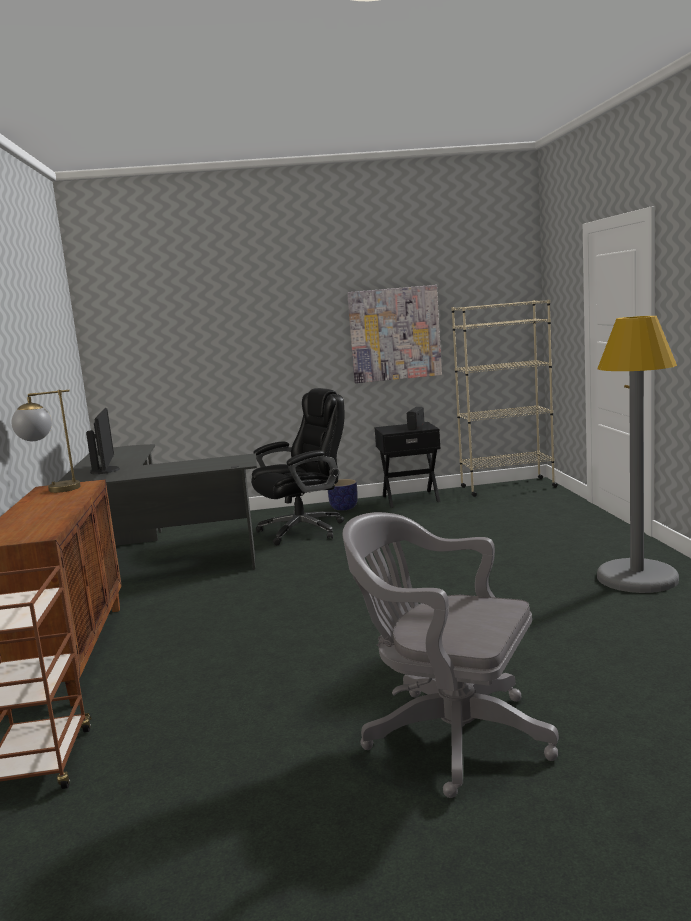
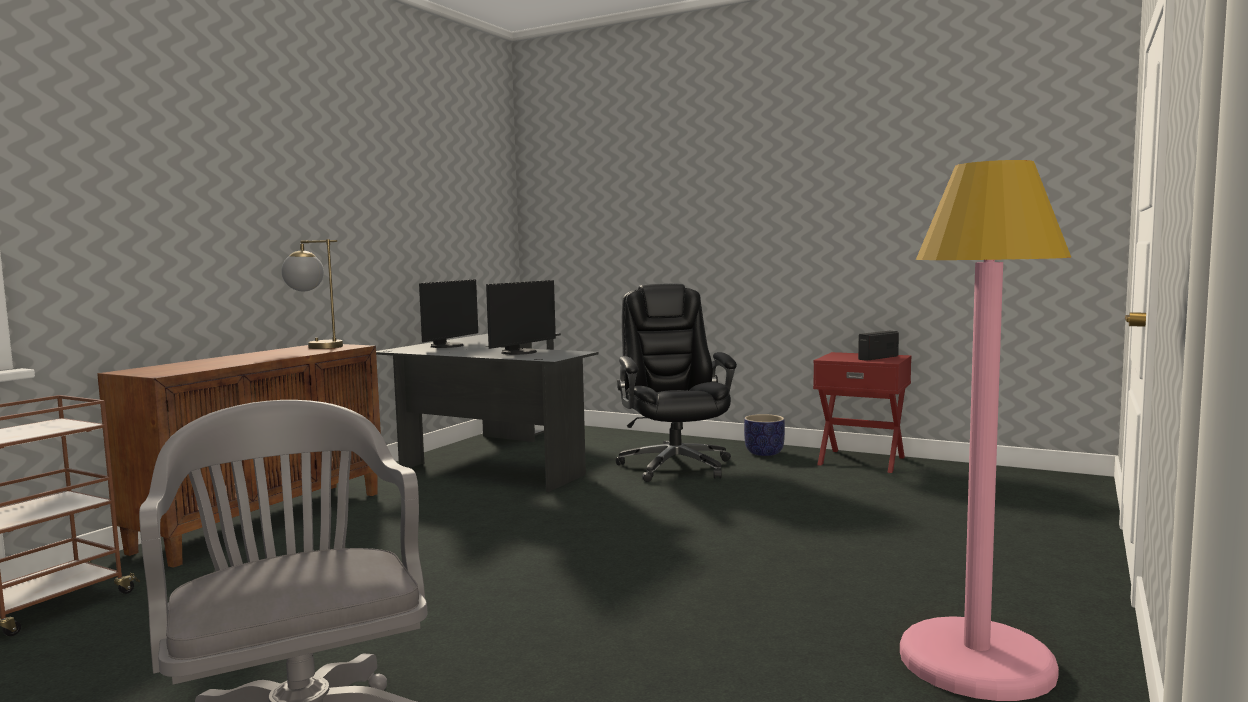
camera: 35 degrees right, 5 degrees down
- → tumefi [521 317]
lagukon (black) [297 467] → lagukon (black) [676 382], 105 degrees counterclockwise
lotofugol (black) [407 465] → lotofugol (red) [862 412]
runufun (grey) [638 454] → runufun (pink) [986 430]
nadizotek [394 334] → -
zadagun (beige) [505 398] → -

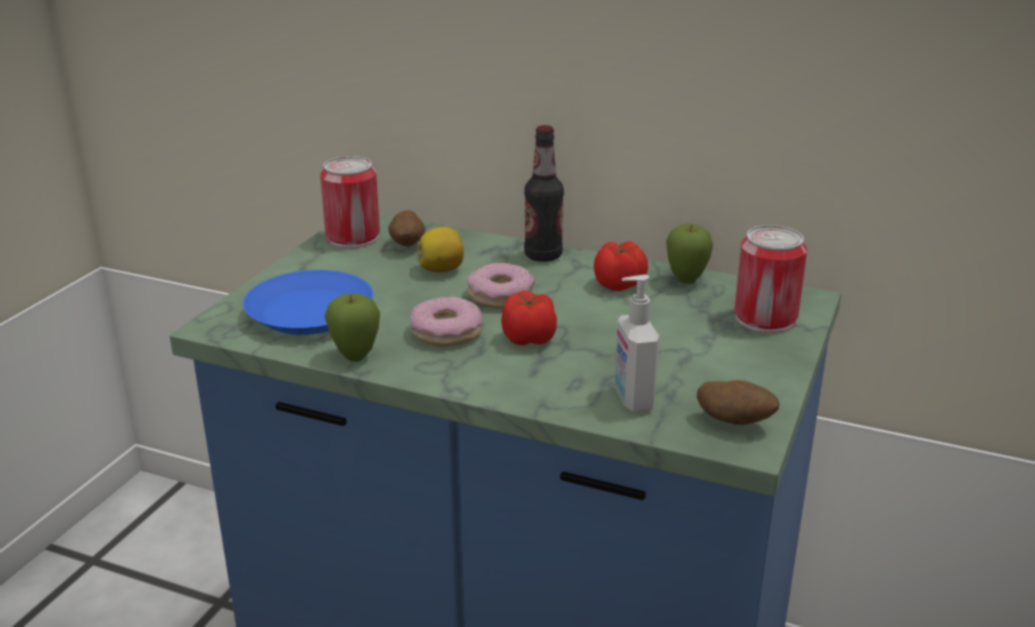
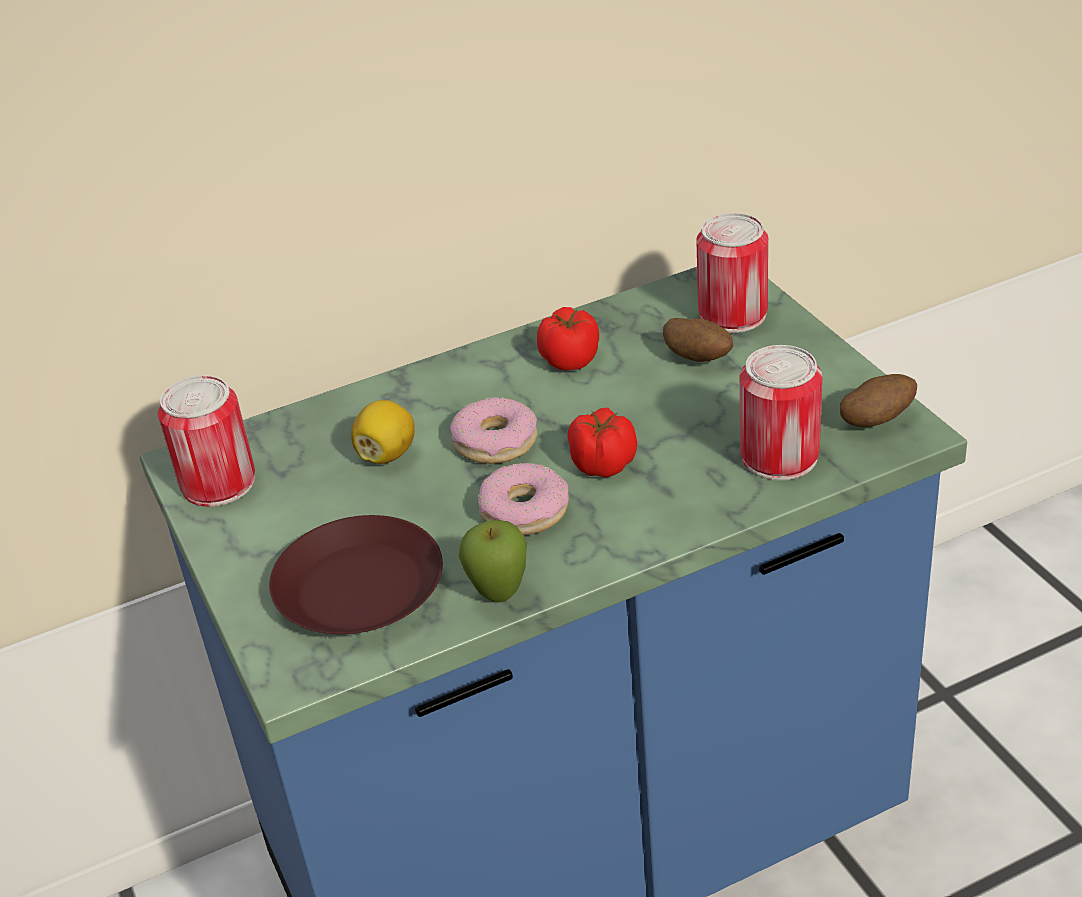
camera: 45 degrees left, 10 degrees up
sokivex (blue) [308 302] → sokivex (brown) [356 574]
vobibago [406 228] → vobibago [698 340], shifted
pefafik [637 343] → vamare [781 412]
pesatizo [544 193] → -
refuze [689 254] → -

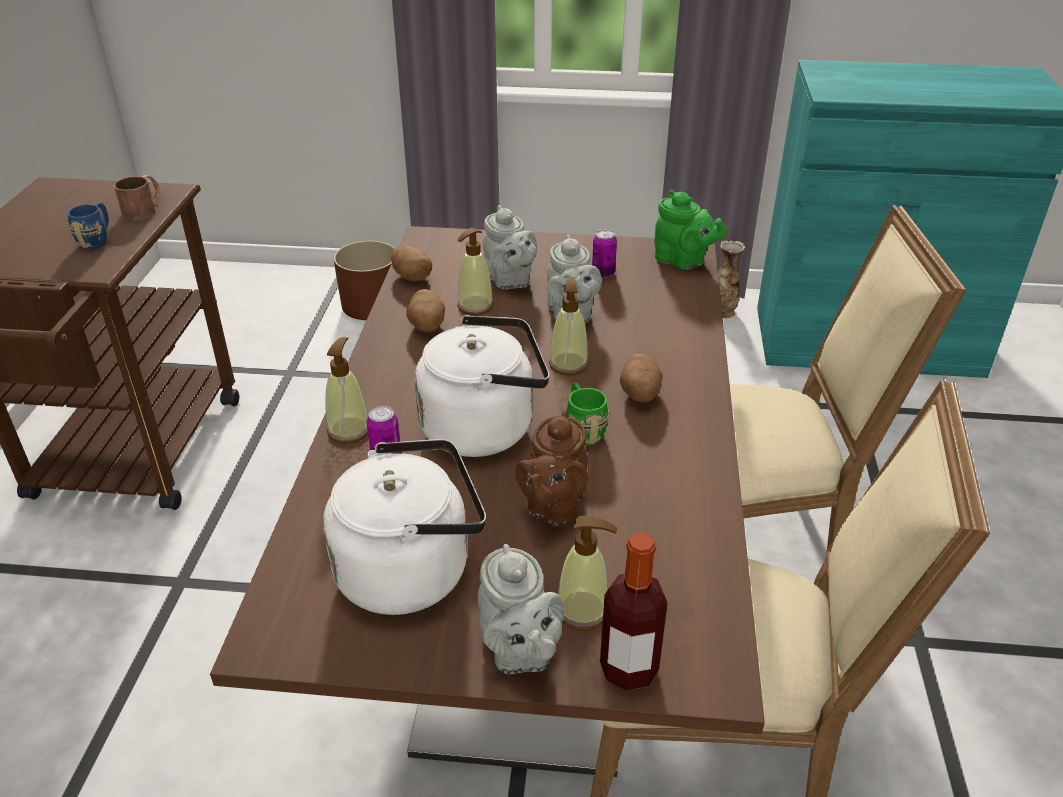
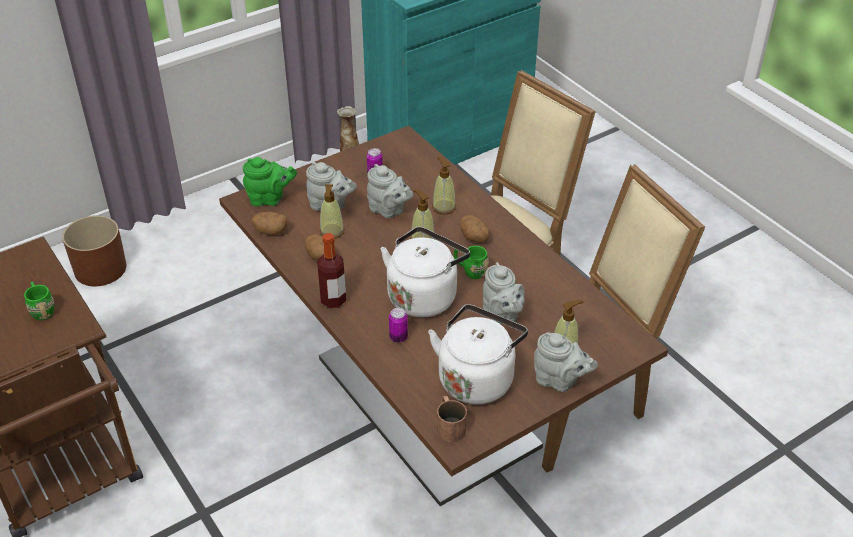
camera: 40 degrees left, 5 degrees up
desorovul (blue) [88 226] → desorovul (green) [39 301]
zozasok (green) [690 230] → zozasok (green) [270 181], shifted
pesatizo [634 611] → pesatizo [331 270], shifted
pefafik [346 390] → pefafik [444 186], shifted
desorovul (brown) [137 197] → desorovul (brown) [452 418], shifted
zozasok (brown) [552 469] → zozasok (grey) [504 293]

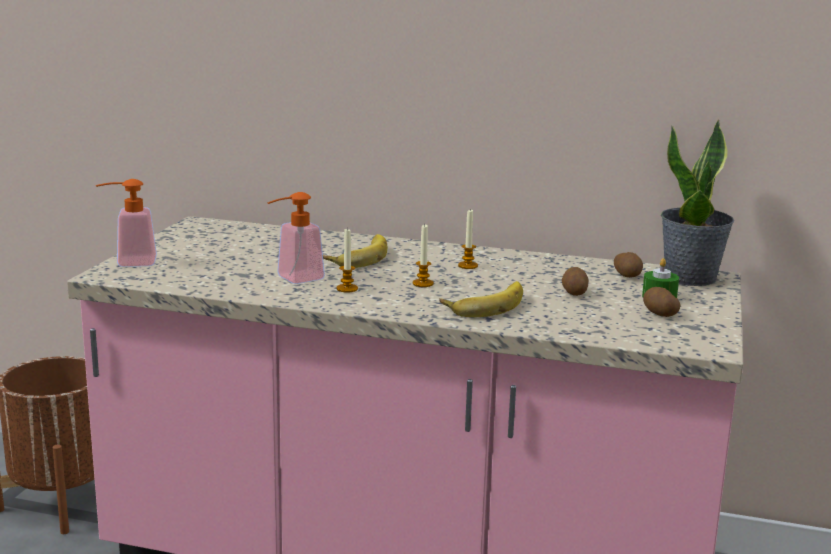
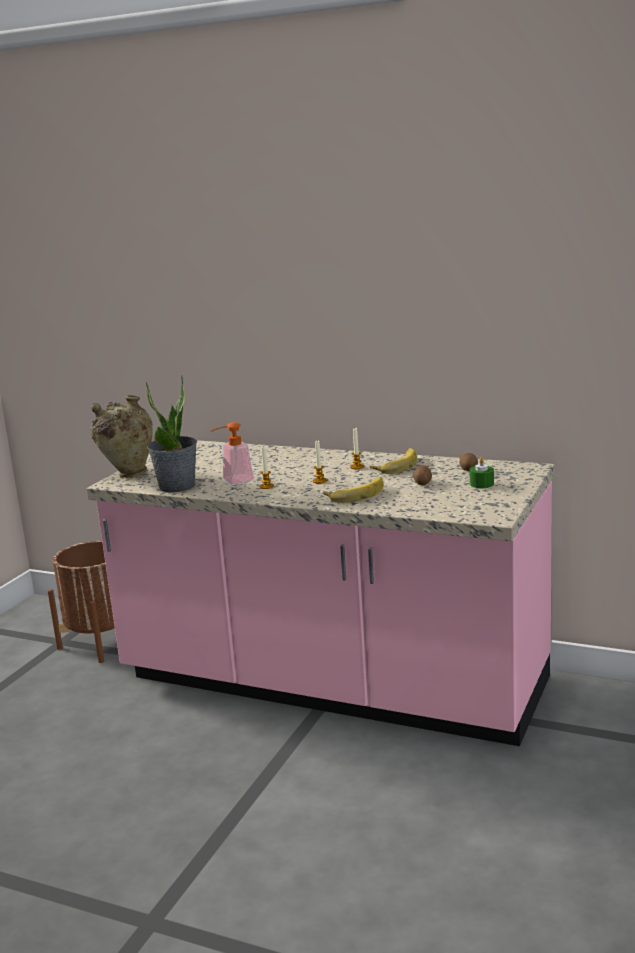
camera: 10 degrees right, 0 degrees up
pefafik [126 223] → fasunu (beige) [121 436]
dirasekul [697 202] → dirasekul [171 433], shifted
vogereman [355 251] → vogereman [393 461], shifted
vobibago [661 302] → -

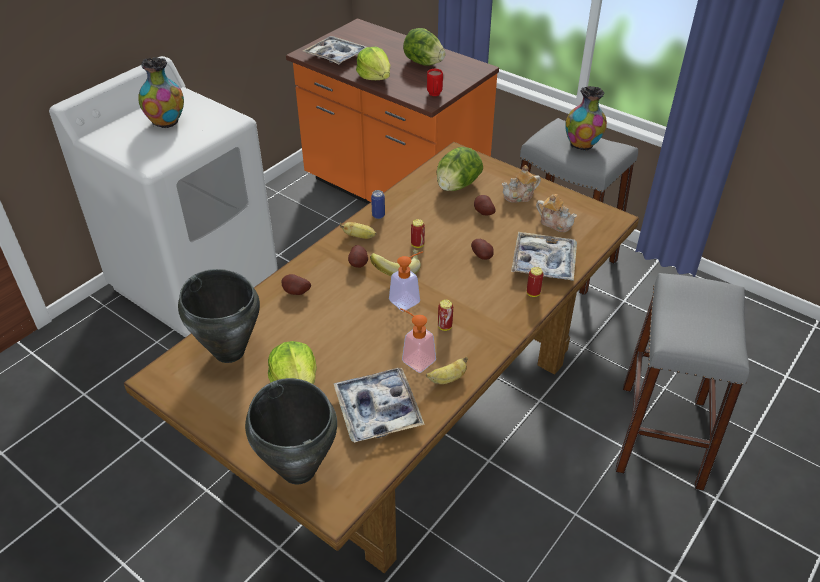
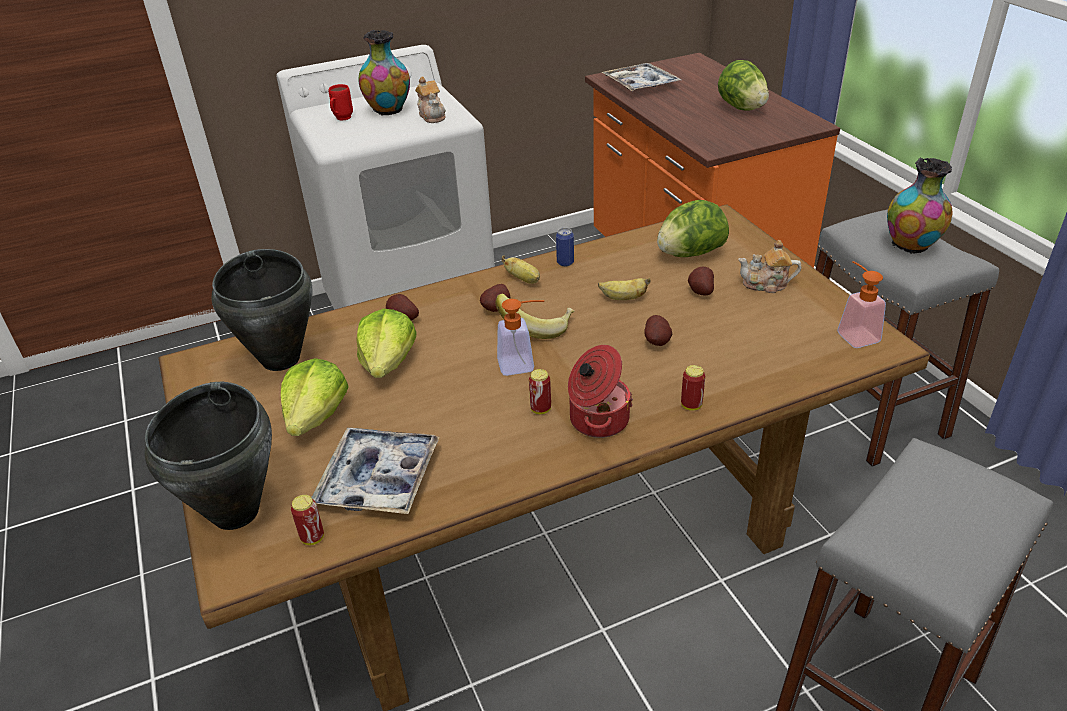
camera: 30 degrees right, 5 degrees down
vamare [418 233] → vamare [307 520], shifted
desorovul (red) [435 82] → desorovul (red) [341 102], shifted
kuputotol [373 63] → kuputotol [386 343], shifted
zozasok [556 213] → zozasok [430 99], shifted
- → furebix [600 391]
vogereman [447 370] → vogereman [624 289], shifted
pefafik [418 340] → pefafik [861 304], shifted
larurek [544 256] → -

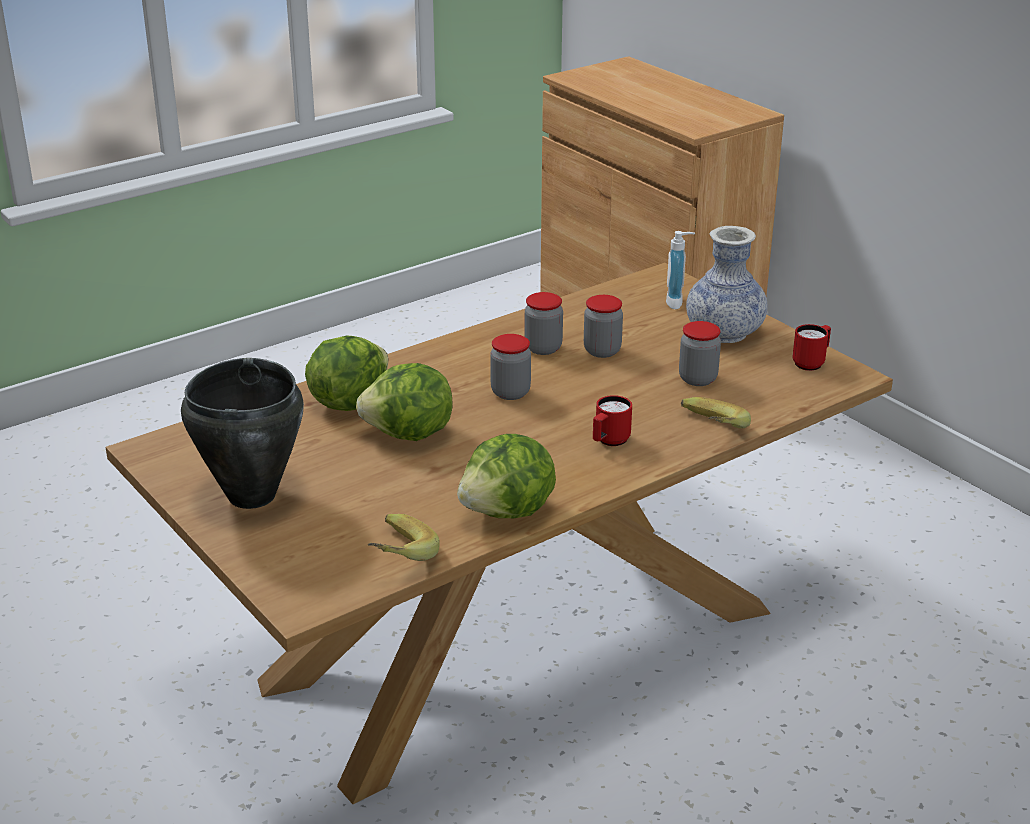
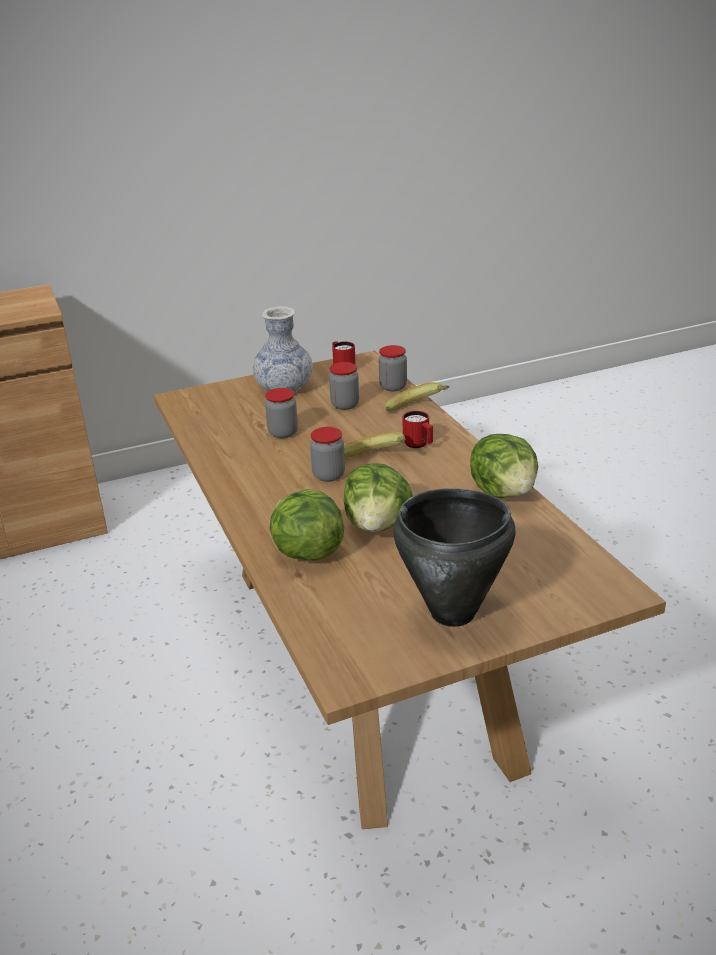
camera: 75 degrees left, 0 degrees up
vogereman [404 537] → vogereman [374 445], shifted
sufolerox [543 323] → sufolerox [393 368], shifted
pefafik [680 270] → -

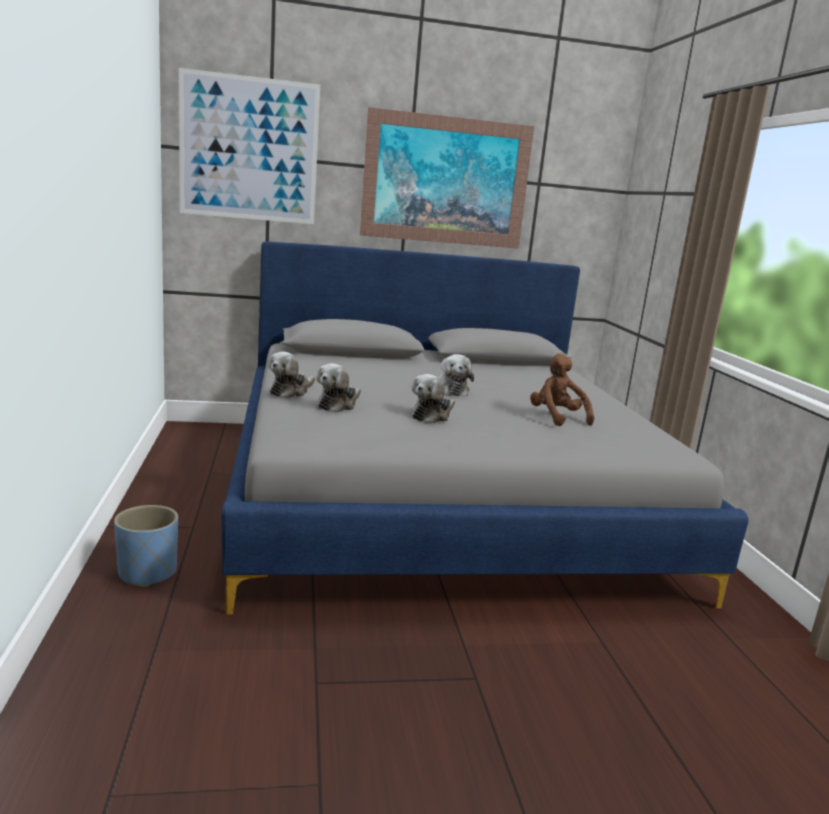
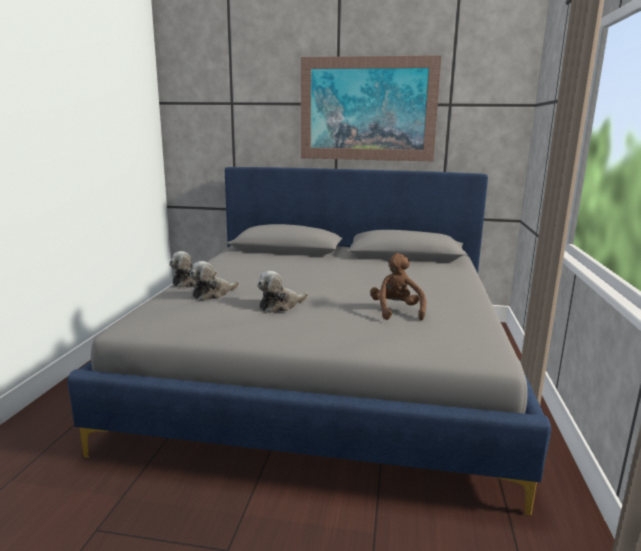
camera: 20 degrees right, 0 degrees up
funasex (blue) [146 546] → -
nadizotek [249 146] → -
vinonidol [456 375] → -

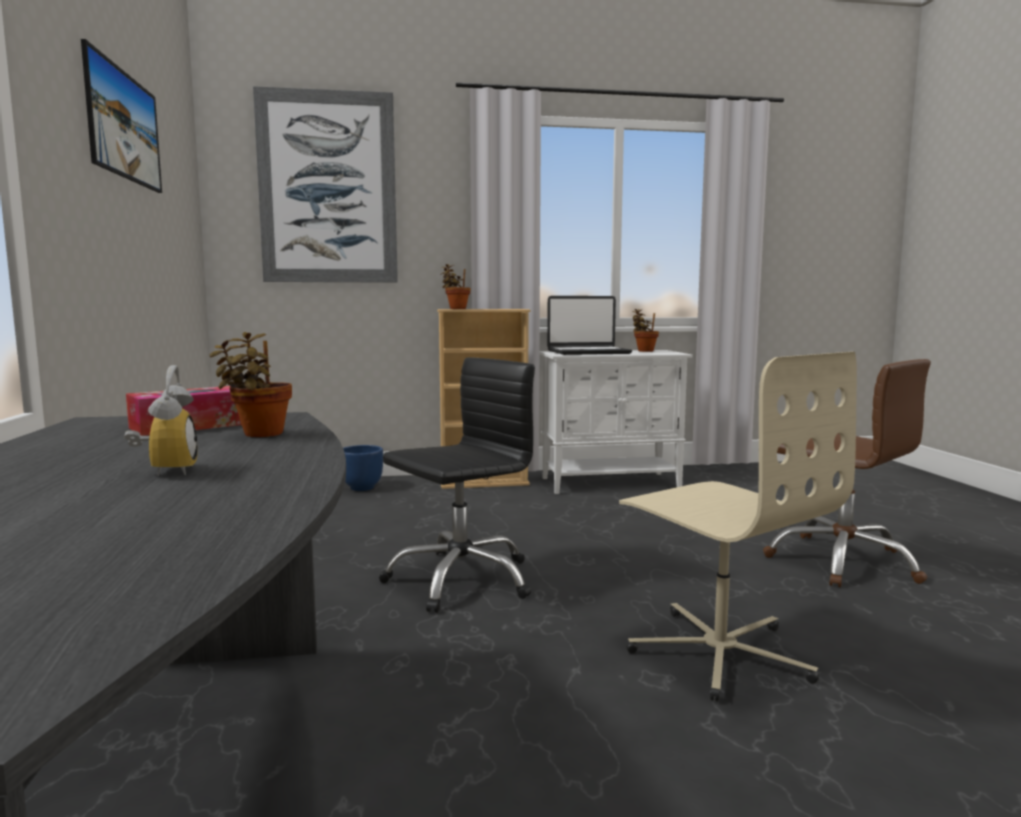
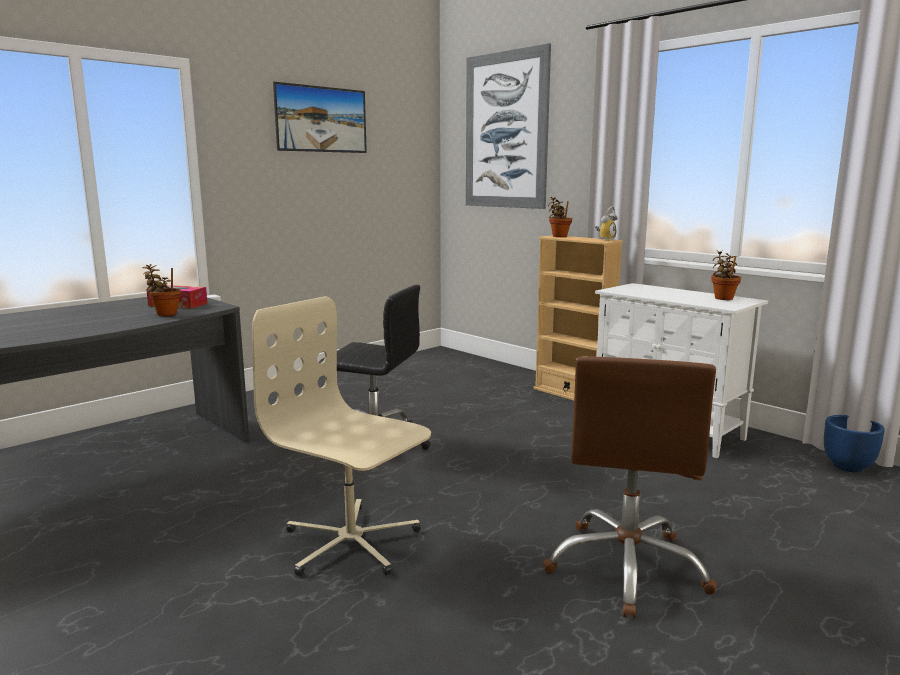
camera: 55 degrees right, 5 degrees up
lagukon (beige) [738 526] → lagukon (beige) [341 436], 105 degrees clockwise
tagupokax [161 420] → tagupokax [606 223], shifted
funasex (blue) [363 468] → funasex (blue) [854 443], shifted
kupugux [589 325] → -

